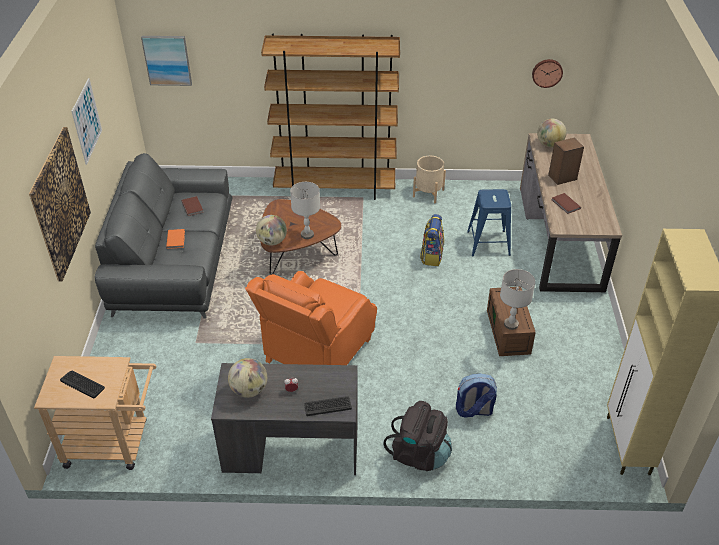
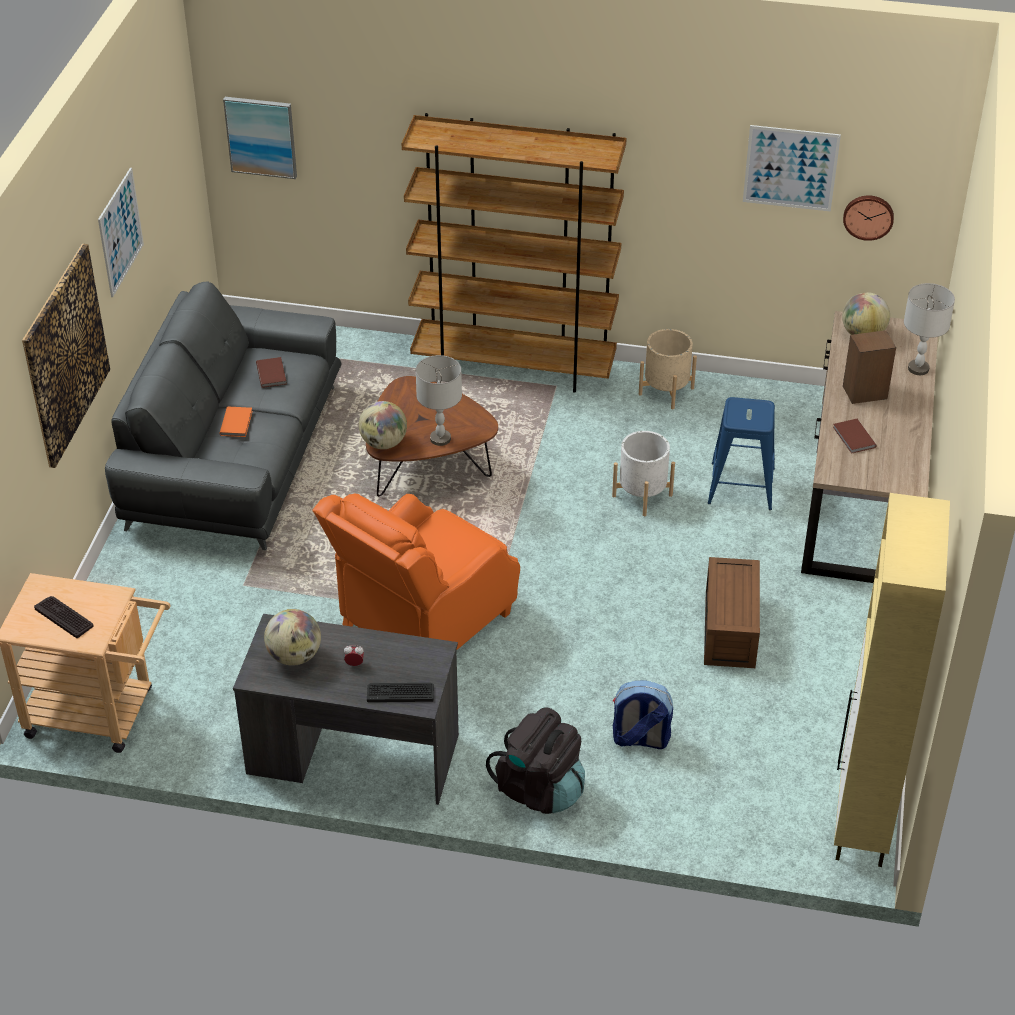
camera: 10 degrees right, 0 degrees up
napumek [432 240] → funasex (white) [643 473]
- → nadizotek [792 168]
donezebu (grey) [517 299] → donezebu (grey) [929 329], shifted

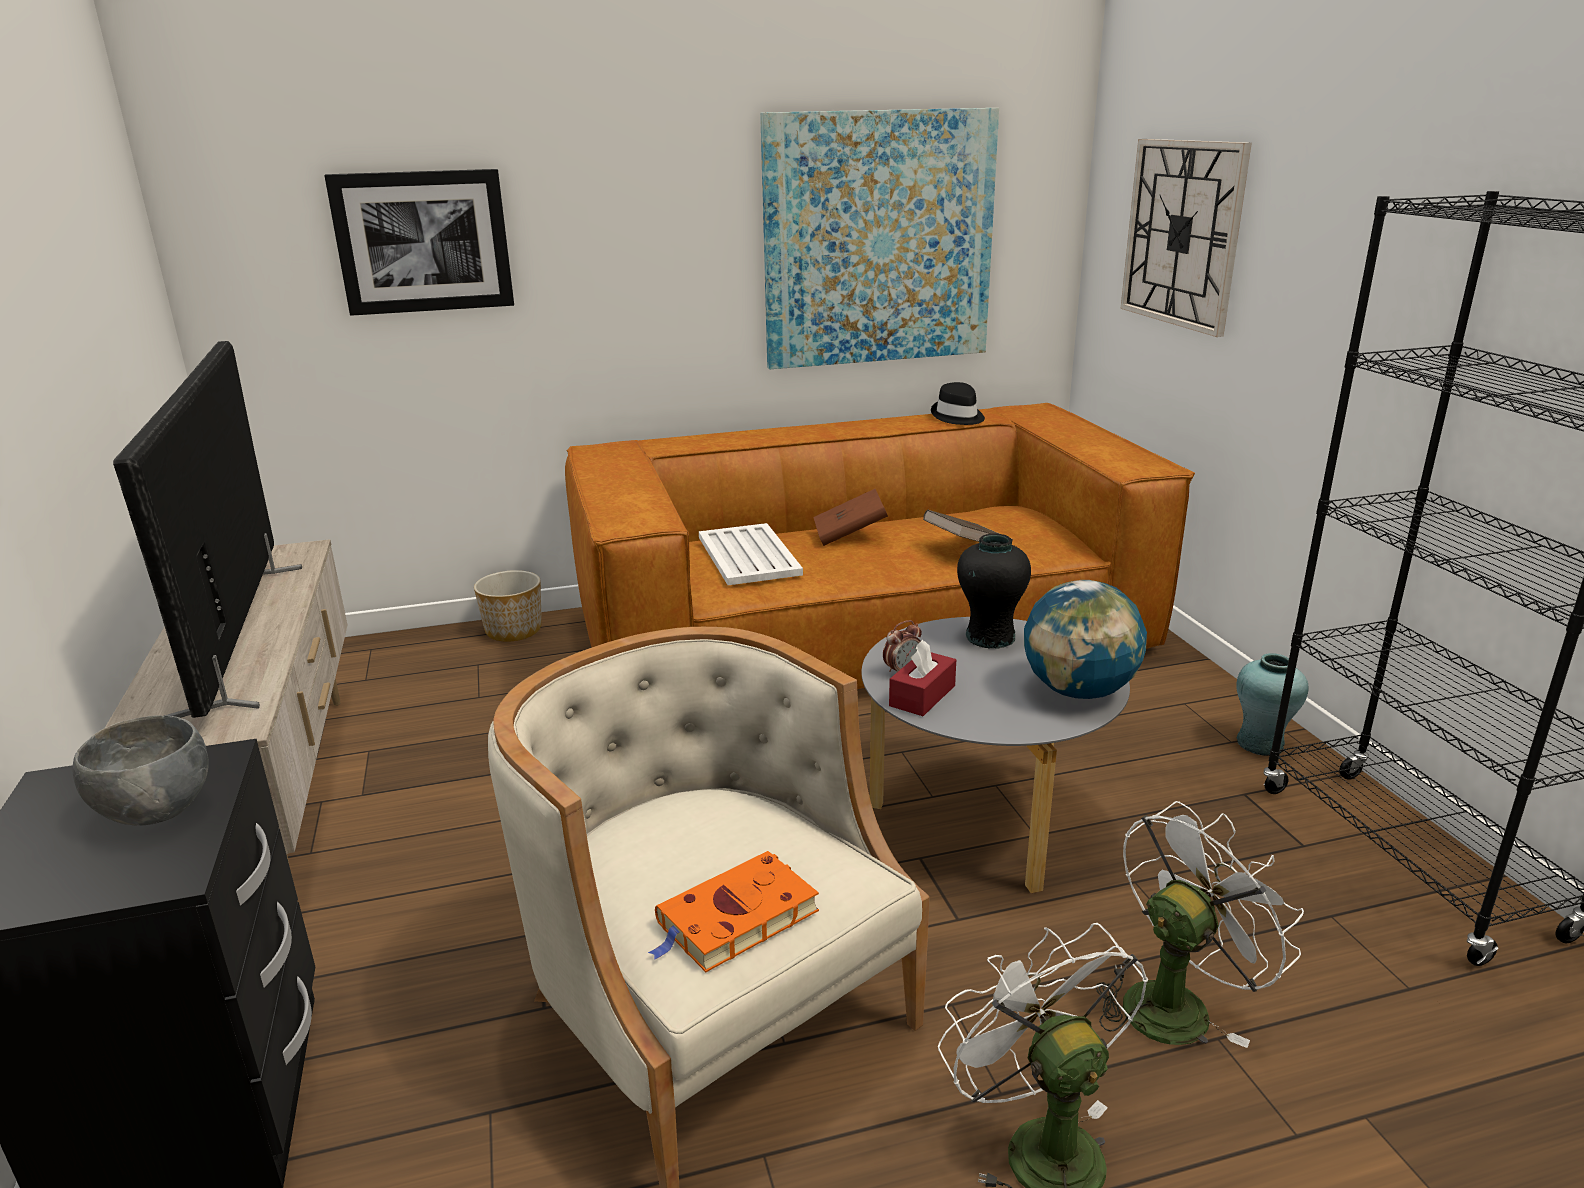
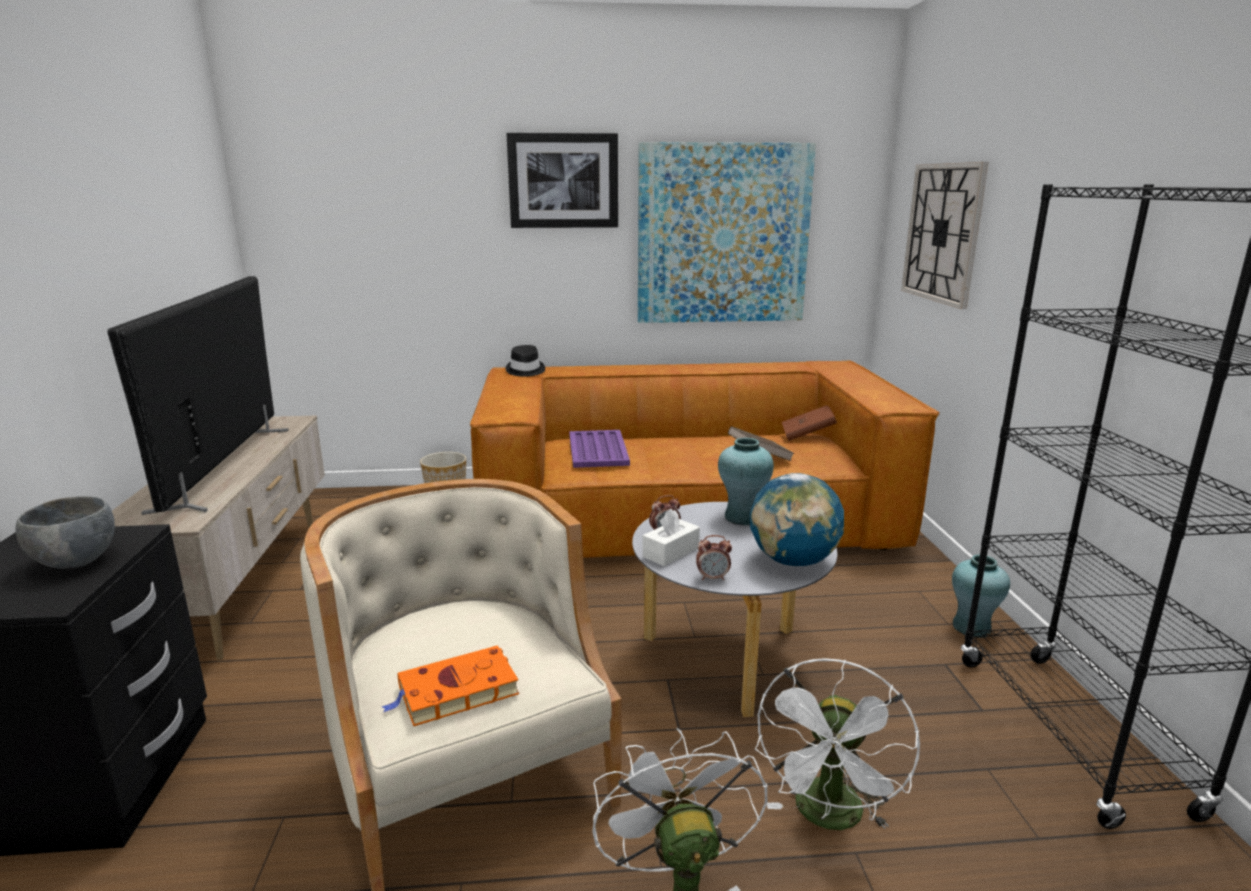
camera: 10 degrees right, 5 degrees down
nadizotek [419 242] → nadizotek [562 180], shifted
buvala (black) [958 403] → buvala (black) [525 361], shifted
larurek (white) [751 554] → larurek (purple) [599 449]
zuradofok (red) [922 678] → zuradofok (white) [671 537]
- → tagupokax [714 557]
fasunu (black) [994 591] → fasunu (turquoise) [746 482]
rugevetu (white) [1200 924] → rugevetu (white) [837 744], 135 degrees clockwise
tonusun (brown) [850 517] → tonusun (brown) [809 423], shifted

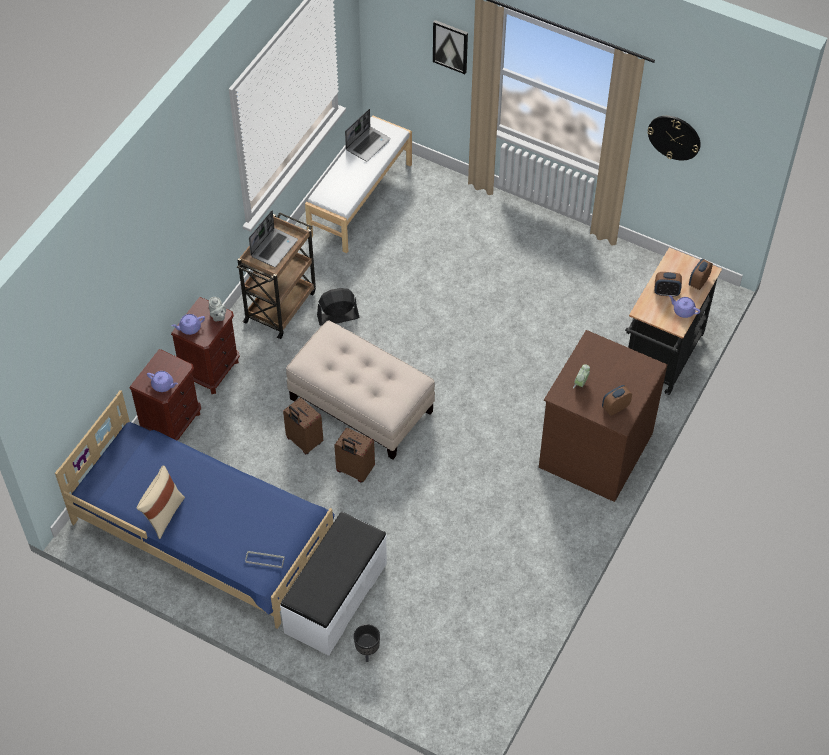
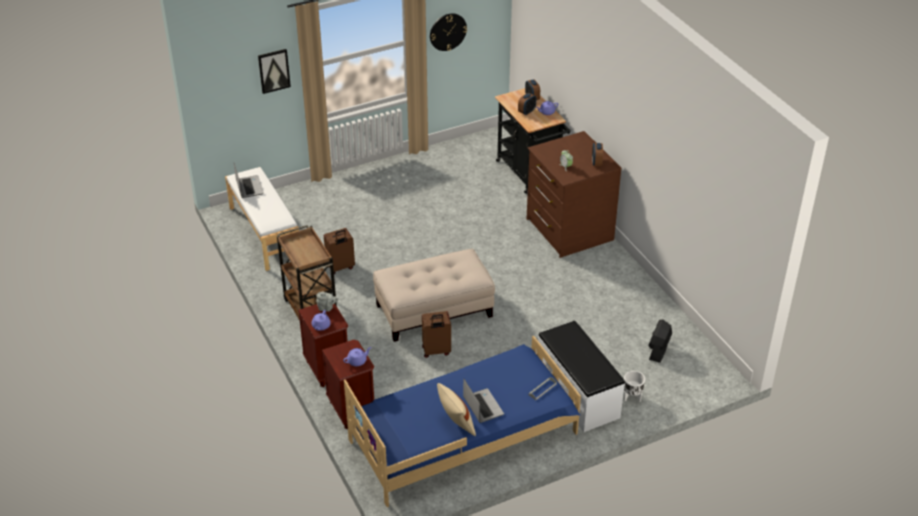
camera: 55 degrees left, 15 degrees down
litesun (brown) [354 455] → litesun (brown) [339 251], shifted
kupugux [273 238] → kupugux [483 401], shifted
funasex (black) [367 643] → funasex (white) [634 386]
rugevetu (black) [338 307] → rugevetu (black) [660 341], shifted

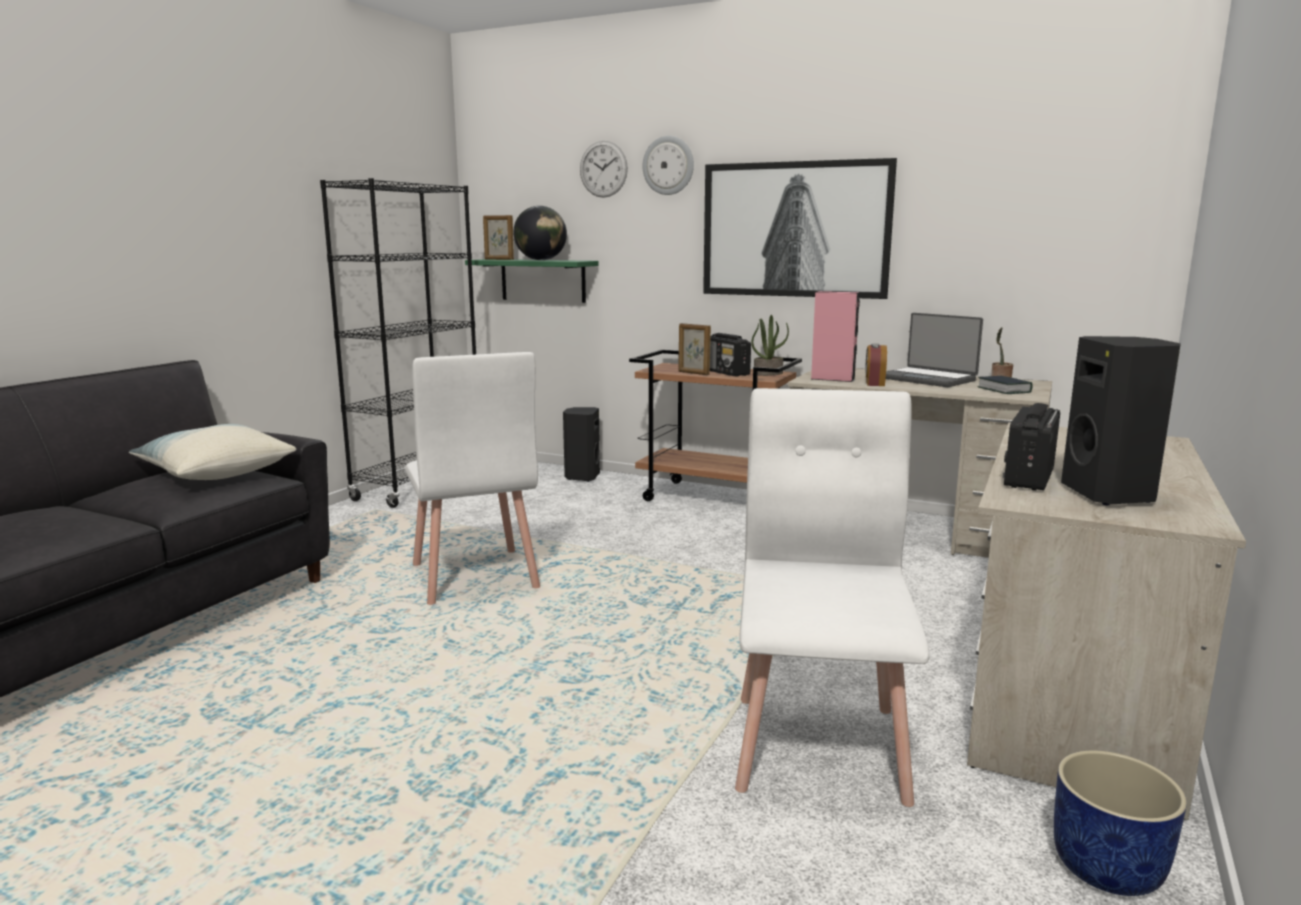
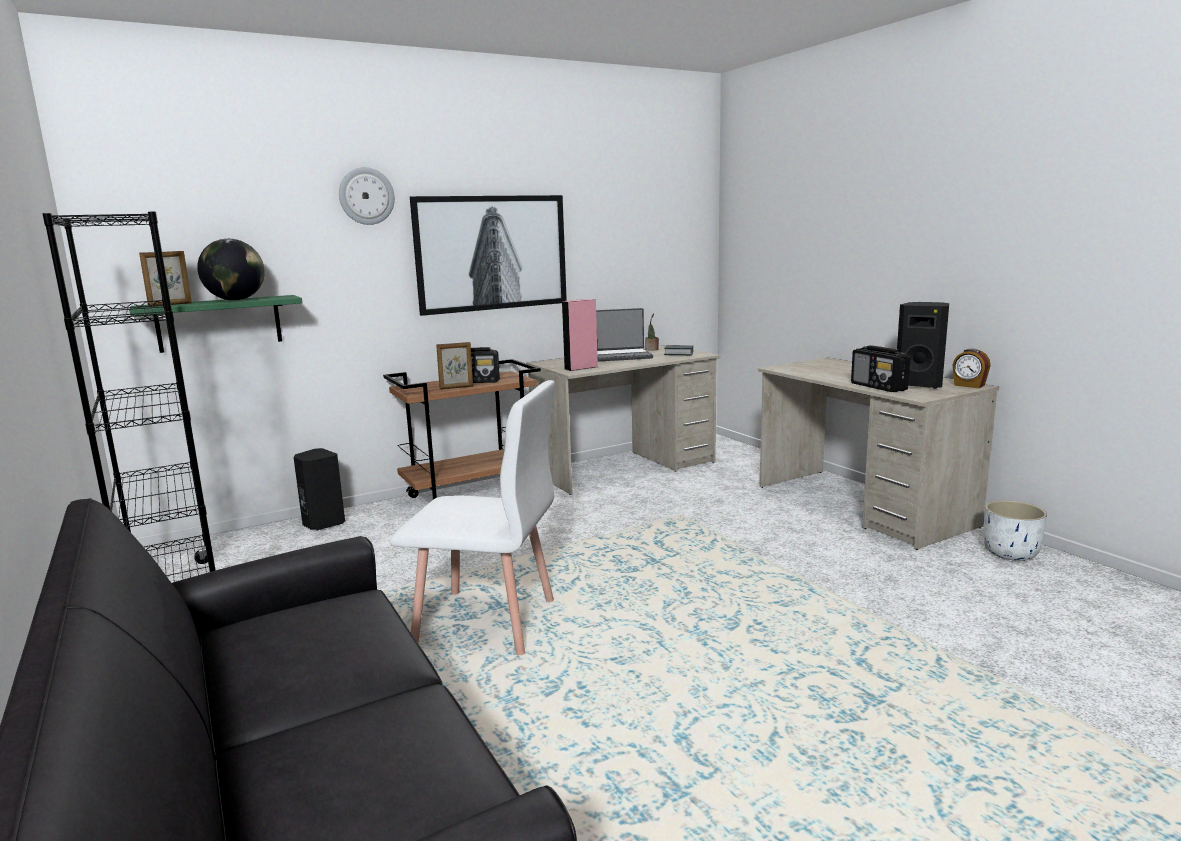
camera: 55 degrees left, 0 degrees up
tagupokax [876 364] → tagupokax [972 368], shifted
funasex (blue) [1120 823] → funasex (white) [1015 530]
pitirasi [212 452] → -
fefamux [604 169] → -
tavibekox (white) [832 597] → -
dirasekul [770 345] → -

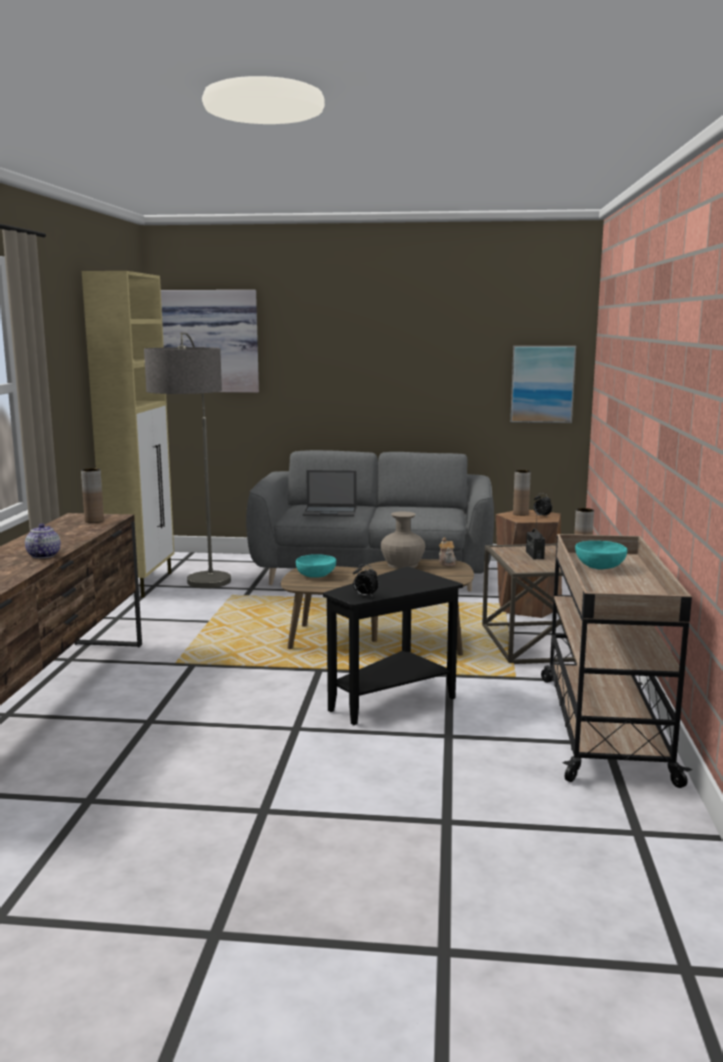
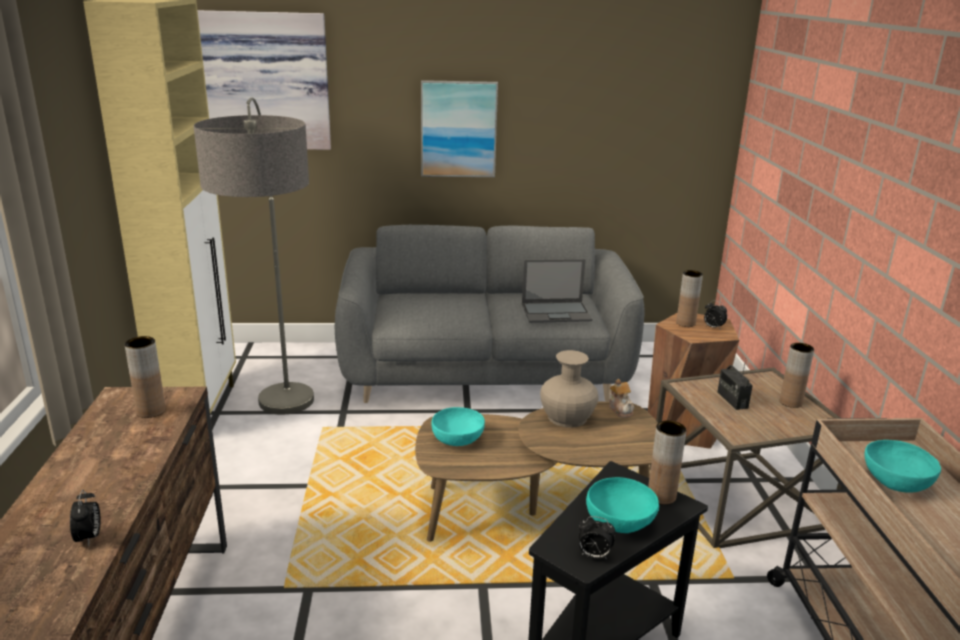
camera: 10 degrees left, 10 degrees up
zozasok [43 541] → tagupokax [85 518]
nadizotek [543 384] → nadizotek [459 128], shifted
kupugux [330 493] → kupugux [557 291], shifted
- → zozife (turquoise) [622 505]
- → fasunu (brown) [667 462]

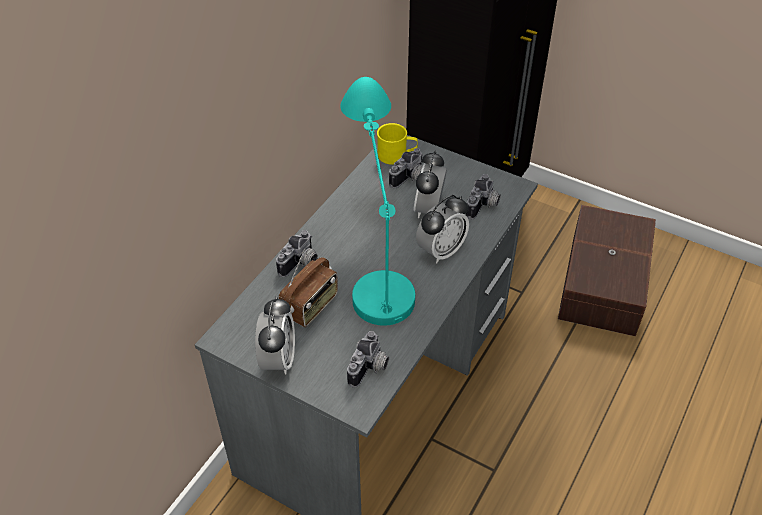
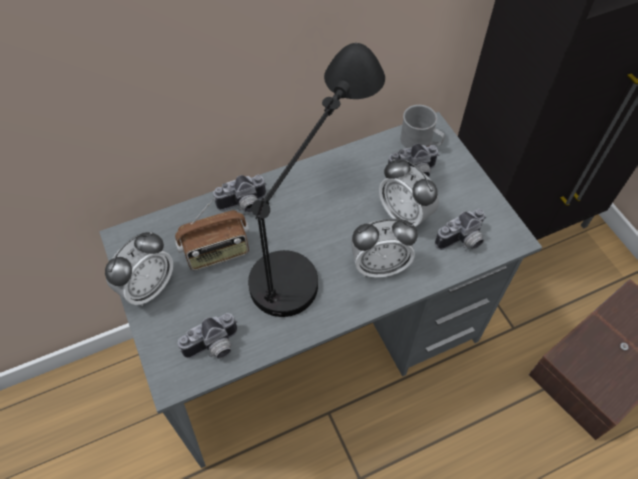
camera: 35 degrees right, 10 degrees up
donezebu (turquoise) [377 201] → donezebu (black) [316 180]
tagupokax [430 184] → tagupokax [409 193], 90 degrees counterclockwise
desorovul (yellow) [397 144] → desorovul (grey) [422 126]

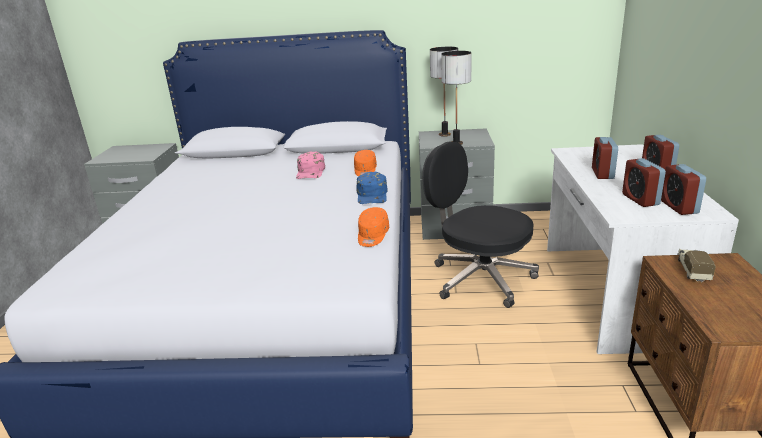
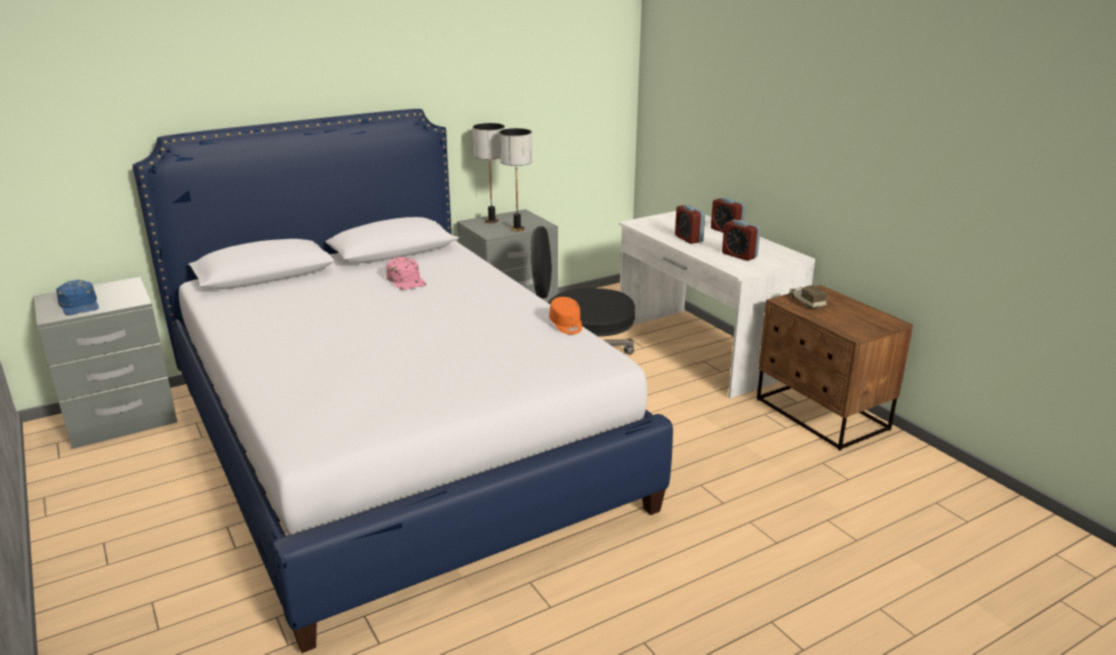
camera: 35 degrees left, 0 degrees up
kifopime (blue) [372 188] → kifopime (blue) [77 298], shifted
kifopime (orange) [365 163] → -
tagupokax [683 189] → -

